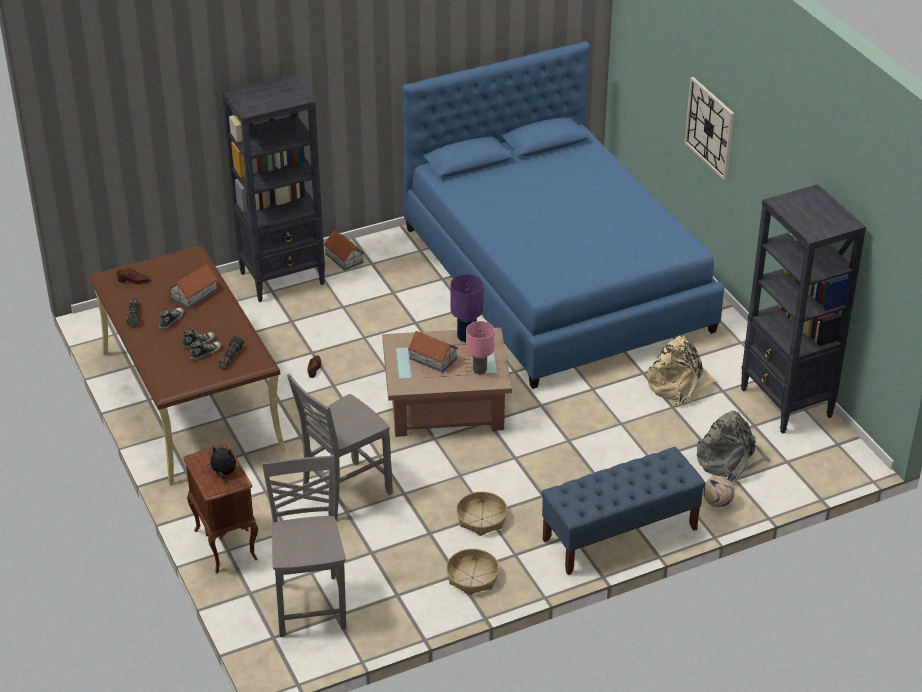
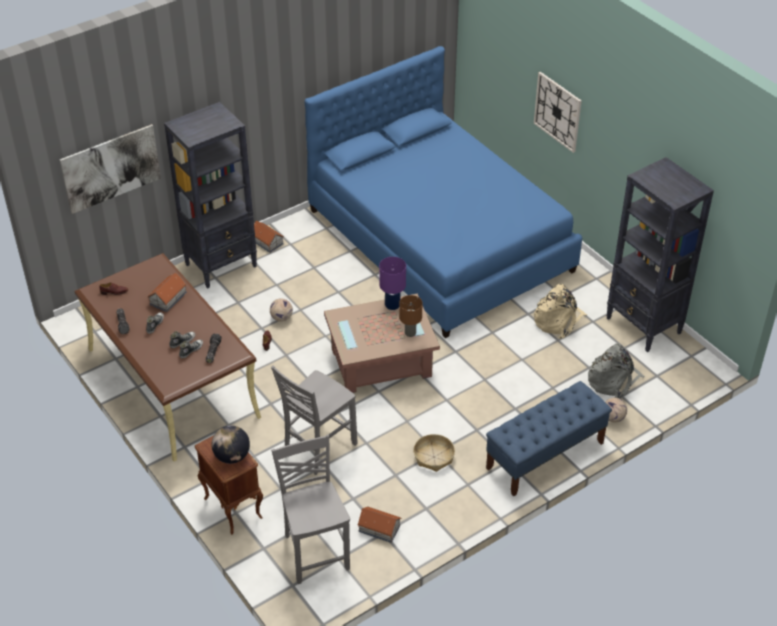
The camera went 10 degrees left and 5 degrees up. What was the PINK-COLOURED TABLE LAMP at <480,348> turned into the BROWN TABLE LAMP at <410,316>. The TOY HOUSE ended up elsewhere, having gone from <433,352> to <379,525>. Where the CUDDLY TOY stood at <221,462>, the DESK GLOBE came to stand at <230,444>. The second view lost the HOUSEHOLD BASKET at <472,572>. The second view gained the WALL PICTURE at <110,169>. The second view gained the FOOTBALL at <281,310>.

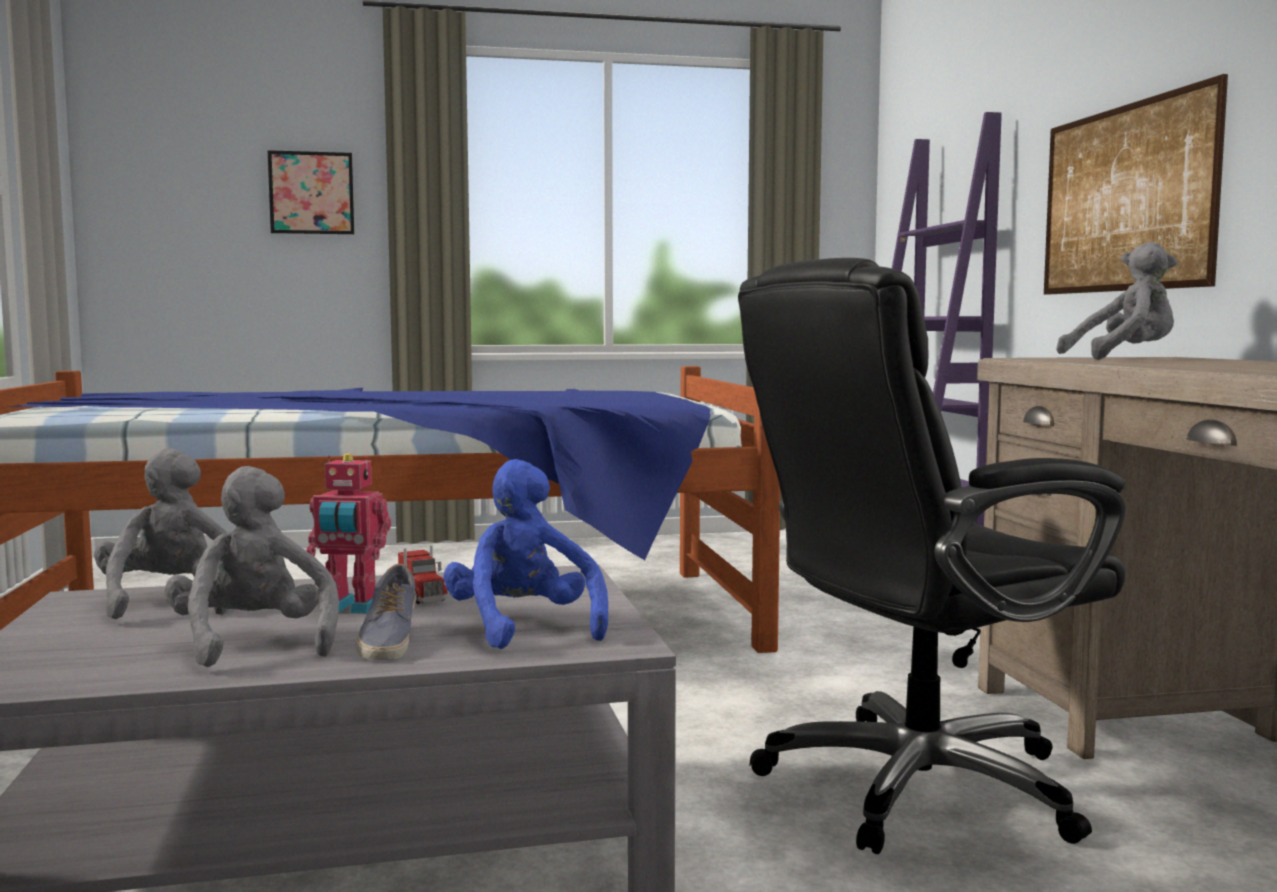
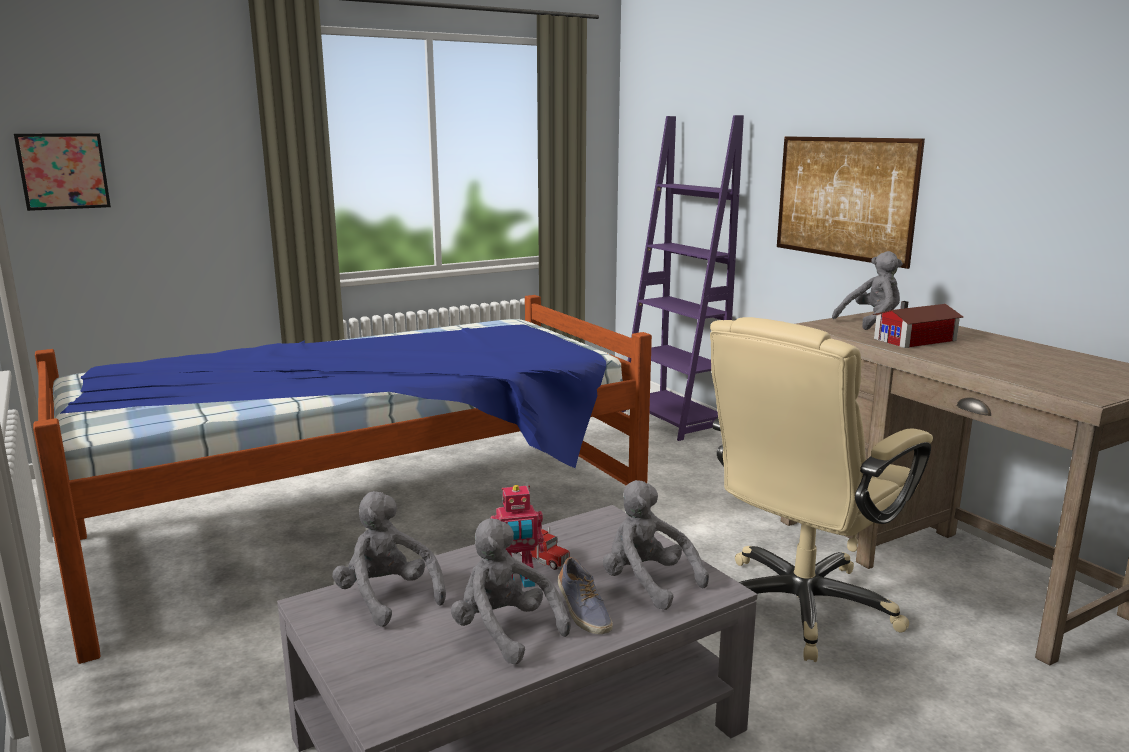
The camera went 20 degrees left and 10 degrees up. The WALL PICTURE ended up elsewhere, having gone from <311,192> to <62,172>. What was the BLACKISH OFFICE CHAIR at <931,556> turned into the BEIGE-COLOURED OFFICE CHAIR at <821,489>. What was the BLUE CUDDLY TOY at <525,554> turned into the GREYISH CUDDLY TOY at <656,545>. The second view gained the TOY HOUSE at <918,324>.

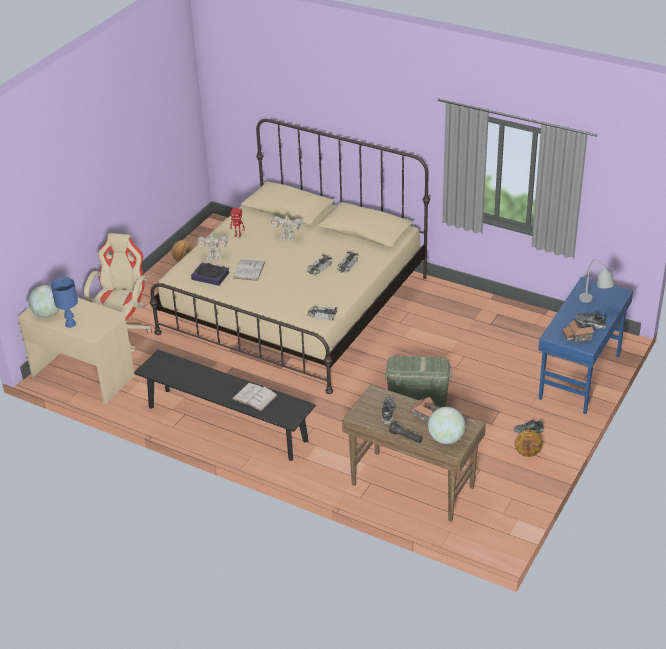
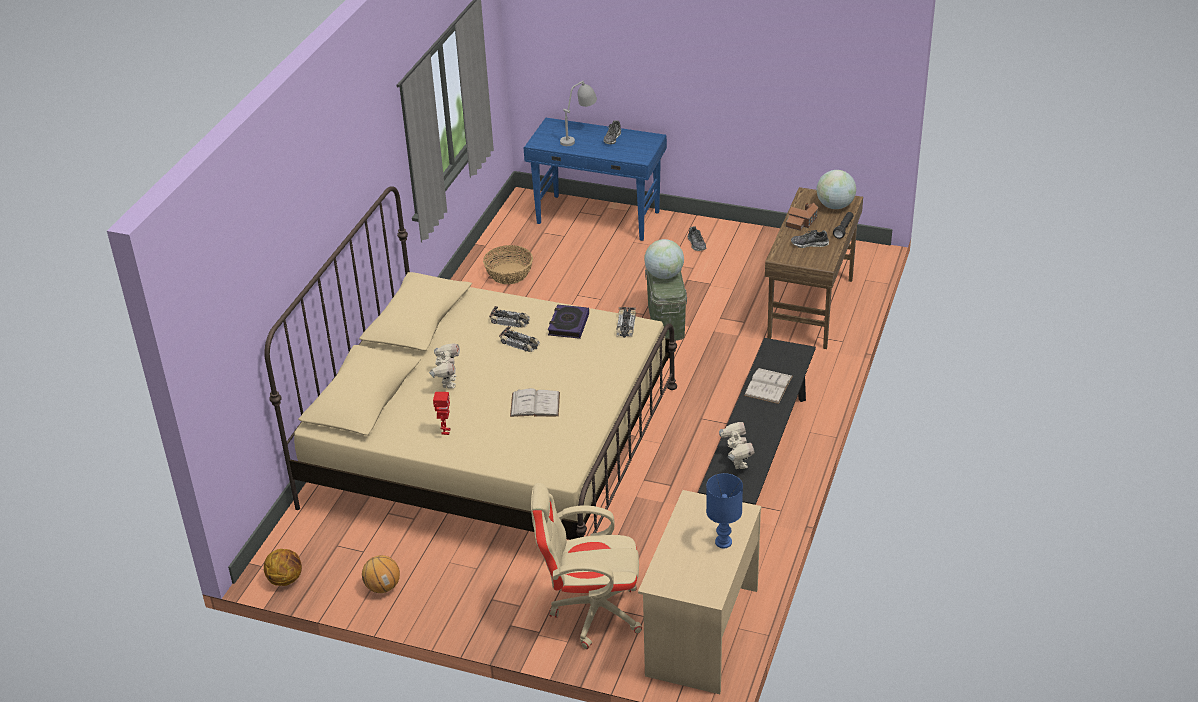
The camera went 100 degrees left and 0 degrees up. The TOY ROBOT ended up elsewhere, having gone from <212,247> to <737,445>. The BOOK ended up elsewhere, having gone from <210,274> to <568,322>. The DESK GLOBE ended up elsewhere, having gone from <44,301> to <664,259>. The second view lost the TOY HOUSE at <578,331>. The BALL FOR BASKETBALL ended up elsewhere, having gone from <529,443> to <283,567>. The second view gained the HOUSEHOLD BASKET at <508,264>.

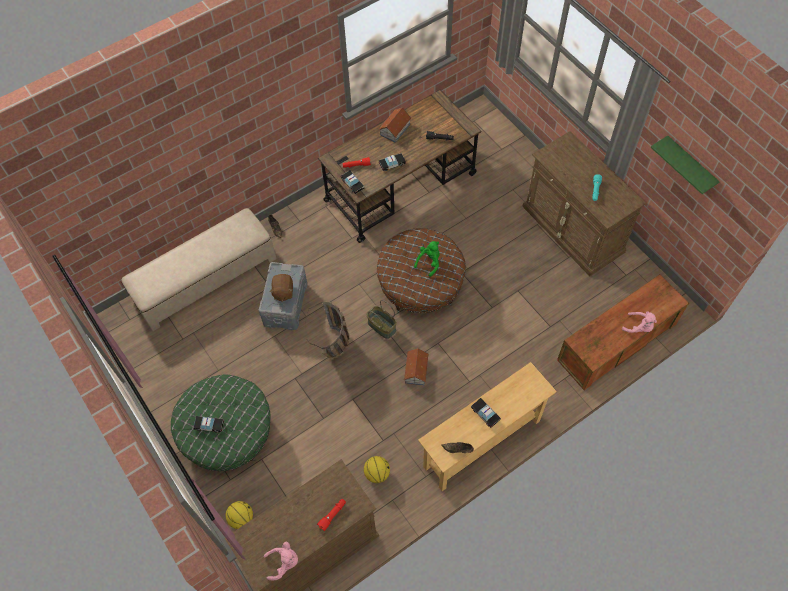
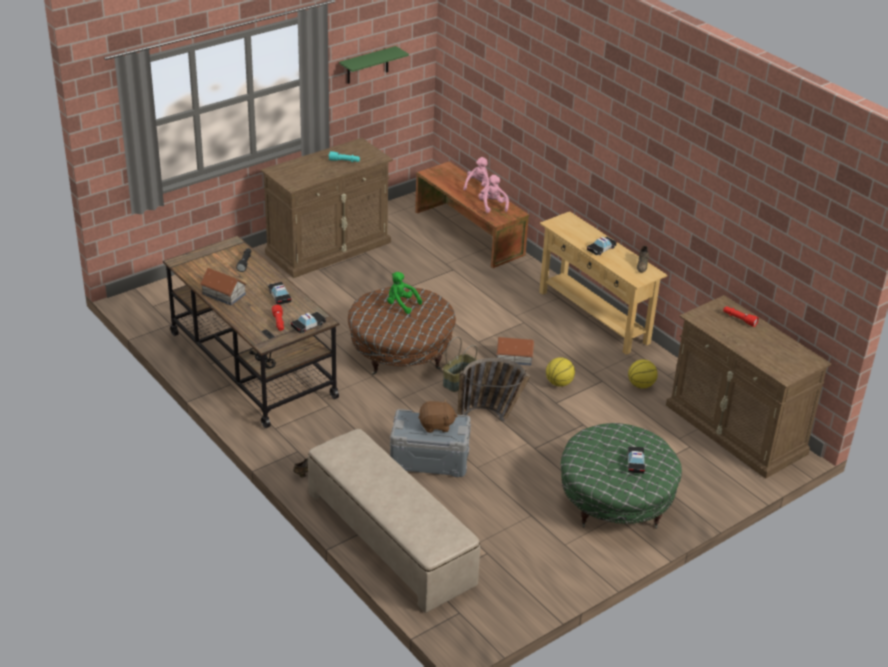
The camera went 95 degrees left and 25 degrees down. The BALL FOR BASKETBALL ended up elsewhere, having gone from <239,515> to <560,372>. The PINK-COLOURED CUDDLY TOY ended up elsewhere, having gone from <281,561> to <493,194>.

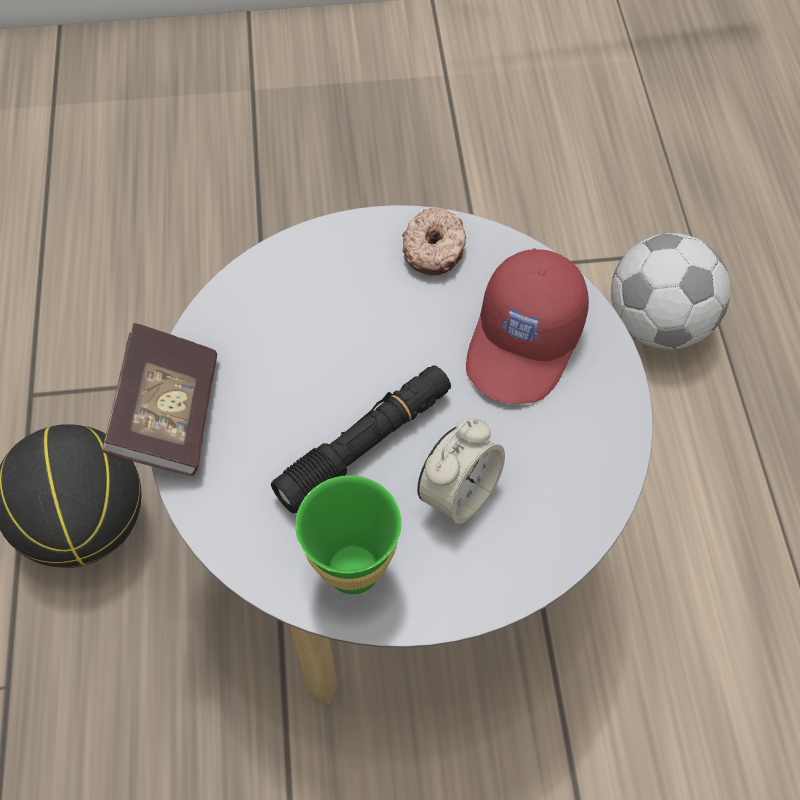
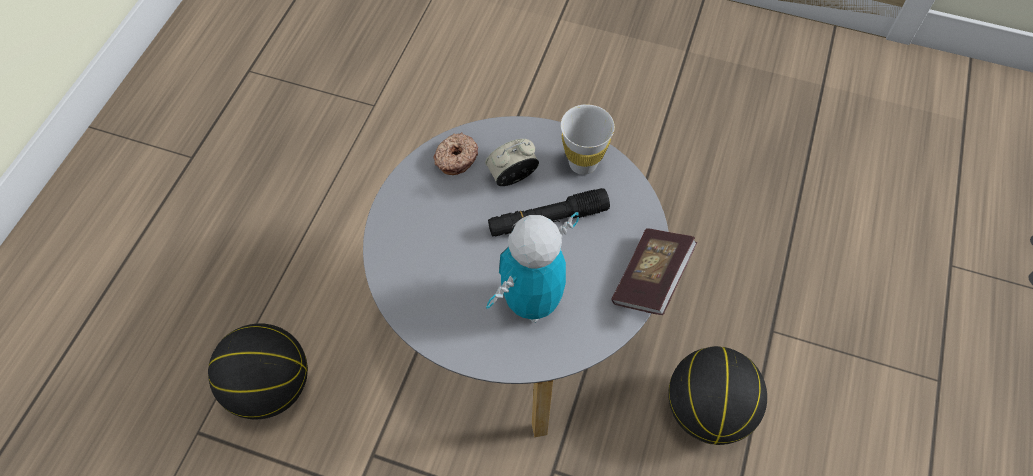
The camera went 155 degrees left and 0 degrees up. The DONUT ended up elsewhere, having gone from <434,241> to <455,153>. Where the FOOTBALL stood at <670,291>, the BALL FOR BASKETBALL came to stand at <258,371>. The second view lost the RED PEAKED CAP at <527,326>. What was the GREEN-COLOURED DRINKING CUP at <348,534> turned into the WHITE DRINKING CUP at <588,139>. The second view gained the TOY ROBOT at <532,267>.

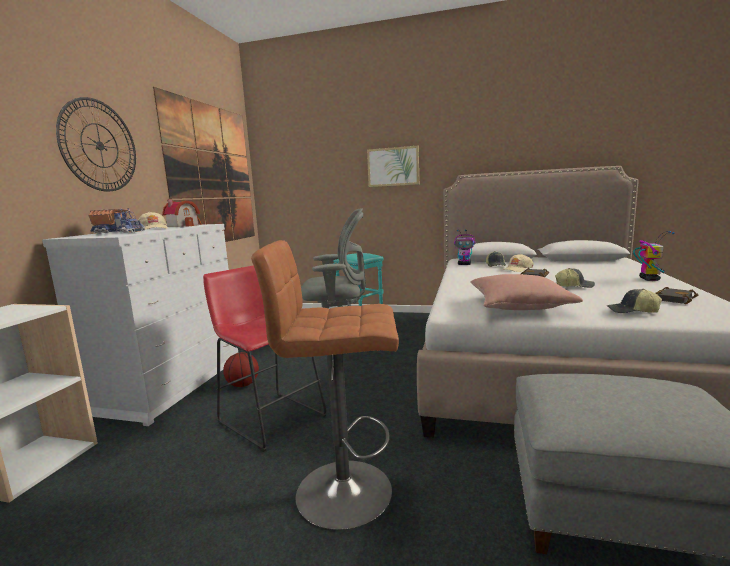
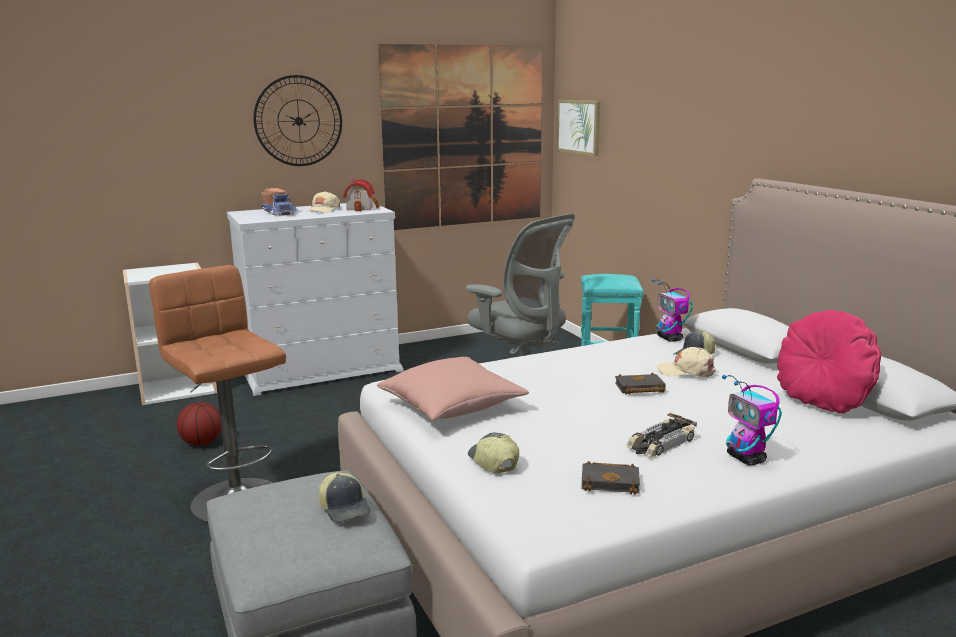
The camera went 50 degrees right and 5 degrees up. The WALL PICTURE ended up elsewhere, having gone from <393,166> to <578,128>. The TOY ROBOT at <654,256> ended up facing another way, 90 degrees clockwise from before. The second view lost the RED STOOL SEAT at <264,358>. The PEAKED CAP ended up elsewhere, having gone from <575,278> to <344,497>. The BALL FOR BASKETBALL ended up elsewhere, having gone from <241,369> to <199,424>. The second view gained the PINK-COLOURED PILLOW at <829,362>. The second view gained the MINIATURE CAR at <661,435>.

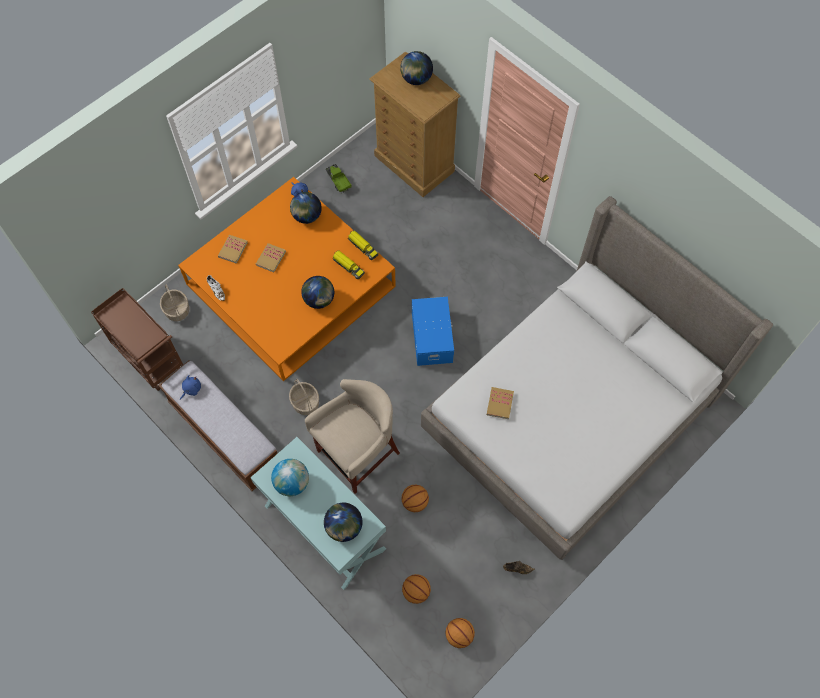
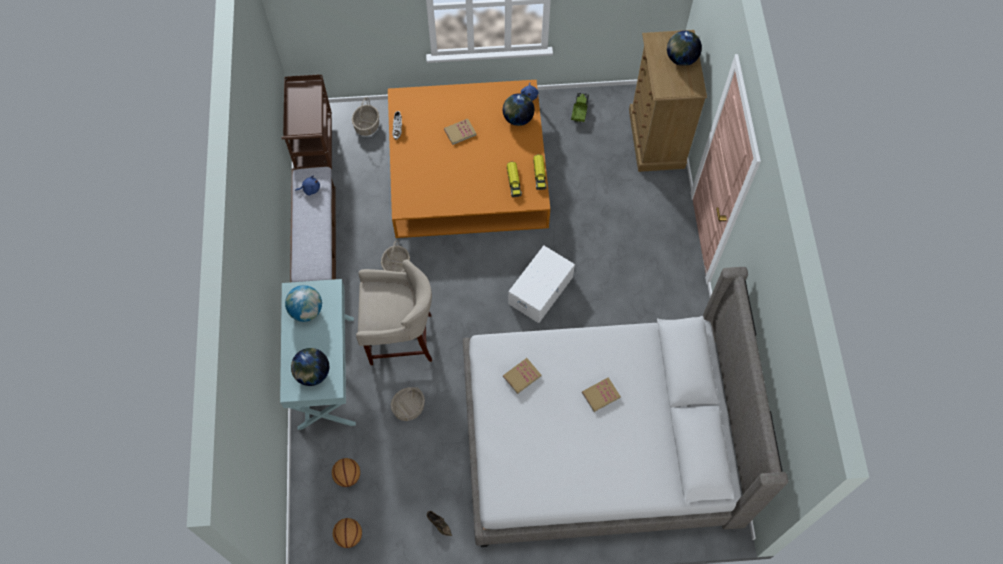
The camera went 40 degrees right and 0 degrees up. The BOOK ended up elsewhere, having gone from <233,249> to <601,395>. The second view lost the DESK GLOBE at <317,292>. What was the BLUE STORAGE CONTAINER at <433,331> turned into the WHITE STORAGE CONTAINER at <541,284>. Where the BALL FOR BASKETBALL stood at <415,498>, the HOUSEHOLD BASKET came to stand at <408,404>.

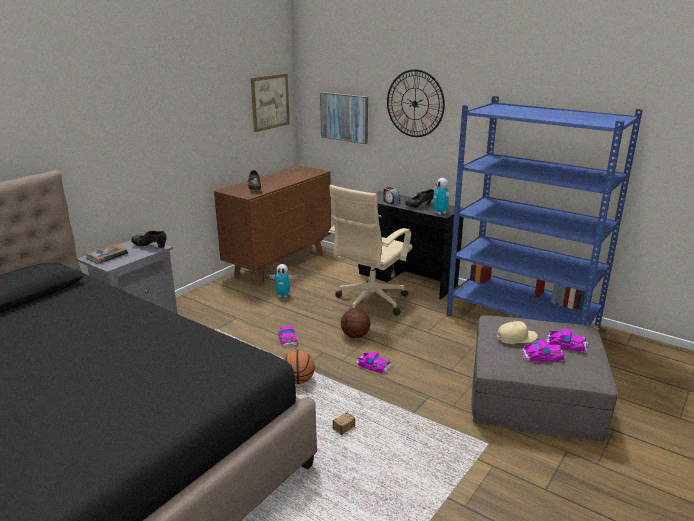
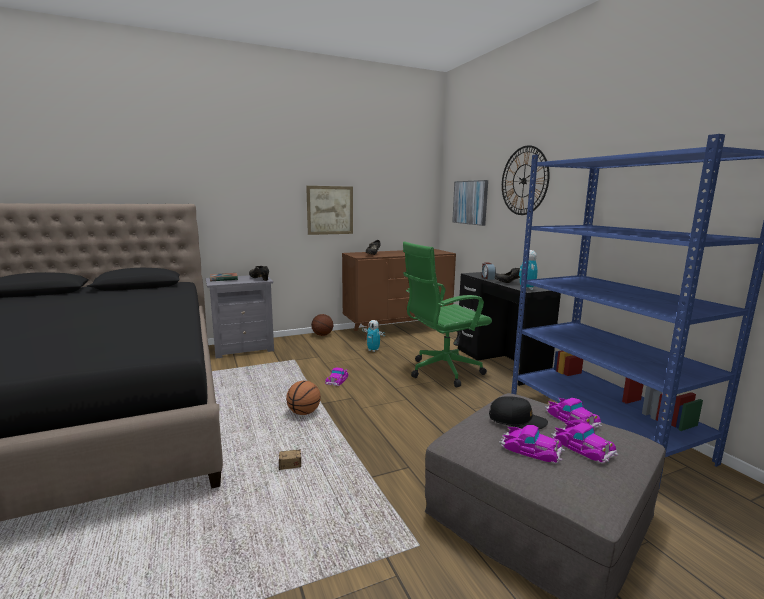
The camera went 30 degrees right and 10 degrees down. The WALL PICTURE ended up elsewhere, having gone from <270,102> to <329,210>. What was the BEIGE-COLOURED OFFICE CHAIR at <370,250> turned into the GREEN-COLOURED OFFICE CHAIR at <447,314>. The BALL FOR BASKETBALL ended up elsewhere, having gone from <355,323> to <322,325>. What was the BEIGE-COLOURED PEAKED CAP at <517,332> turned into the BLACKISH PEAKED CAP at <518,412>. The MINIATURE CAR ended up elsewhere, having gone from <374,362> to <573,413>.

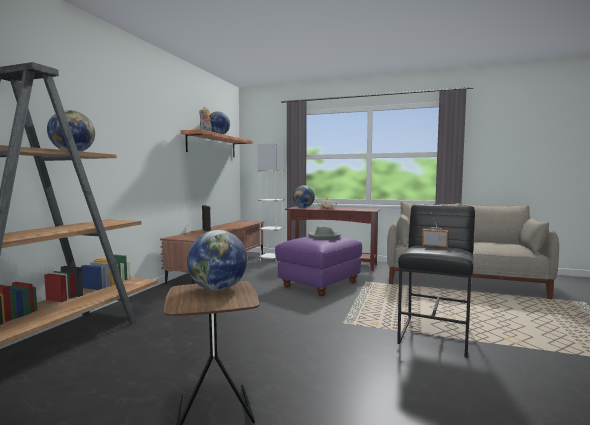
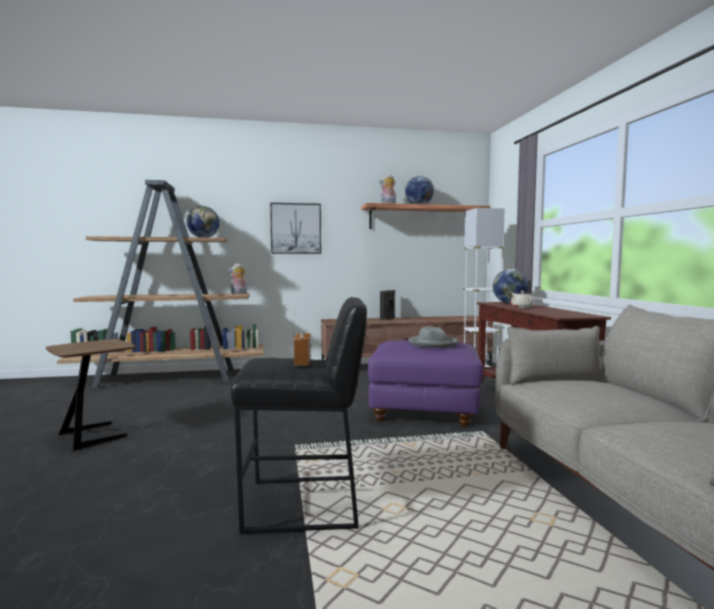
The camera went 60 degrees right and 0 degrees up. The second view lost the DESK GLOBE at <217,260>. The second view gained the WALL PICTURE at <295,228>. The second view gained the CUDDLY TOY at <237,278>.

